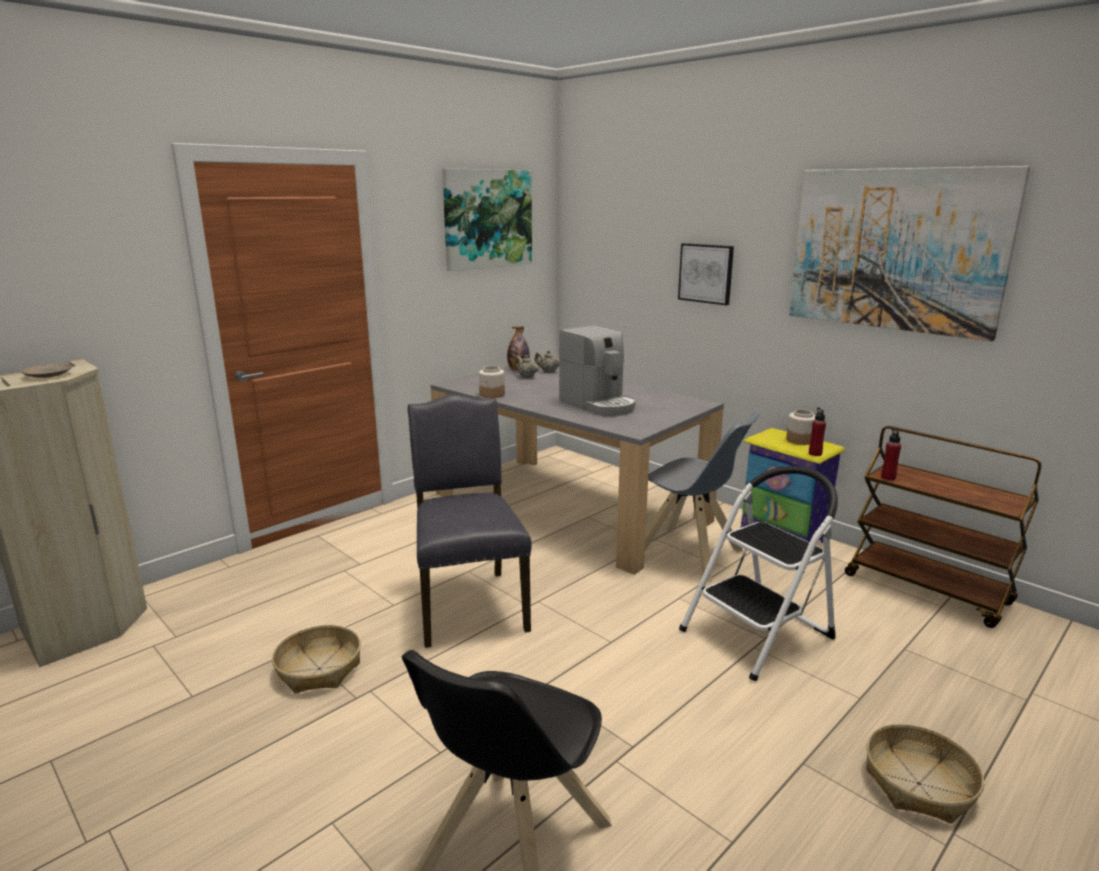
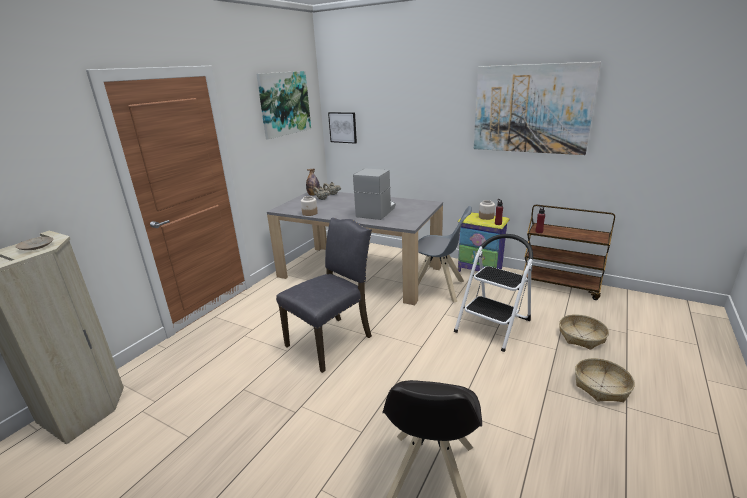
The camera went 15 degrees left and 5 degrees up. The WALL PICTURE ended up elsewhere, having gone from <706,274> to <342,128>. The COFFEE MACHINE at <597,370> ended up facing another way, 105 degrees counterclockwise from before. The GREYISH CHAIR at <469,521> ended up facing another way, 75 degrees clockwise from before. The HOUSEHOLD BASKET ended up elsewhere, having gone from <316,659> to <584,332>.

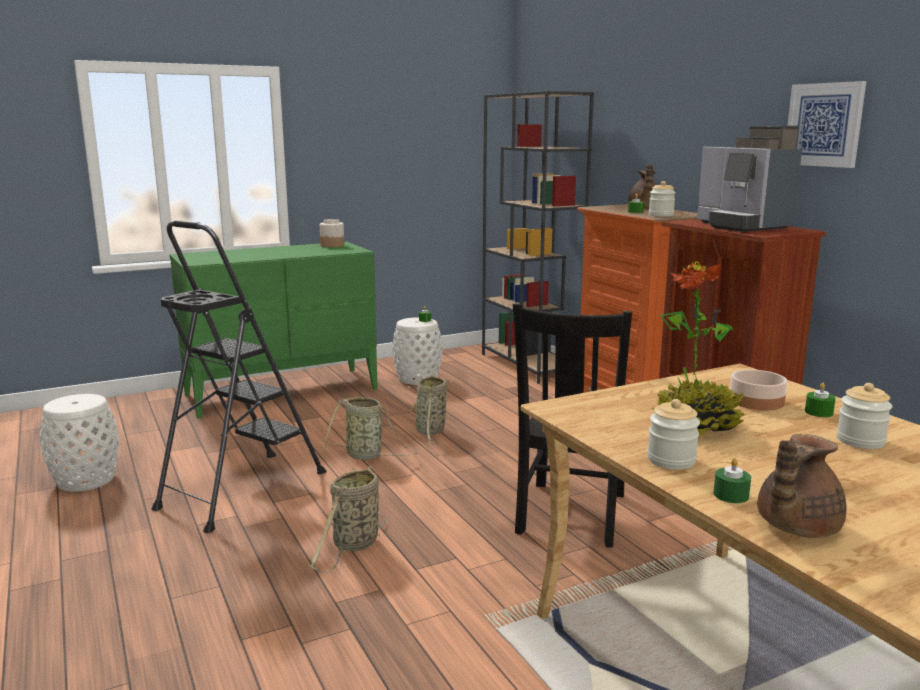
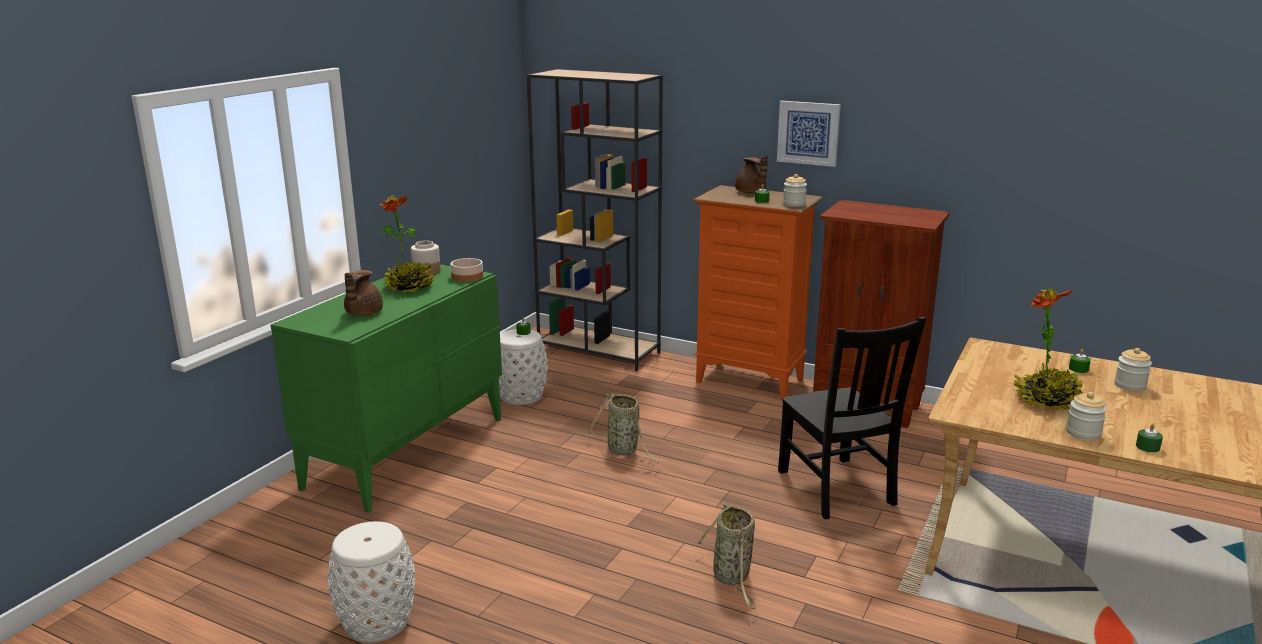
The camera went 35 degrees left and 5 degrees up. The WALL PICTURE ended up elsewhere, having gone from <827,124> to <809,134>. The second view lost the COFFEE MACHINE at <749,179>. The second view lost the STEP LADDER at <239,376>. The DEEP DISH ended up elsewhere, having gone from <758,390> to <466,270>. The second view lost the HOUSEHOLD BASKET at <370,428>. The BROWN TEA POT ended up elsewhere, having gone from <802,486> to <363,293>. The second view gained the POTTED PLANT at <407,244>.

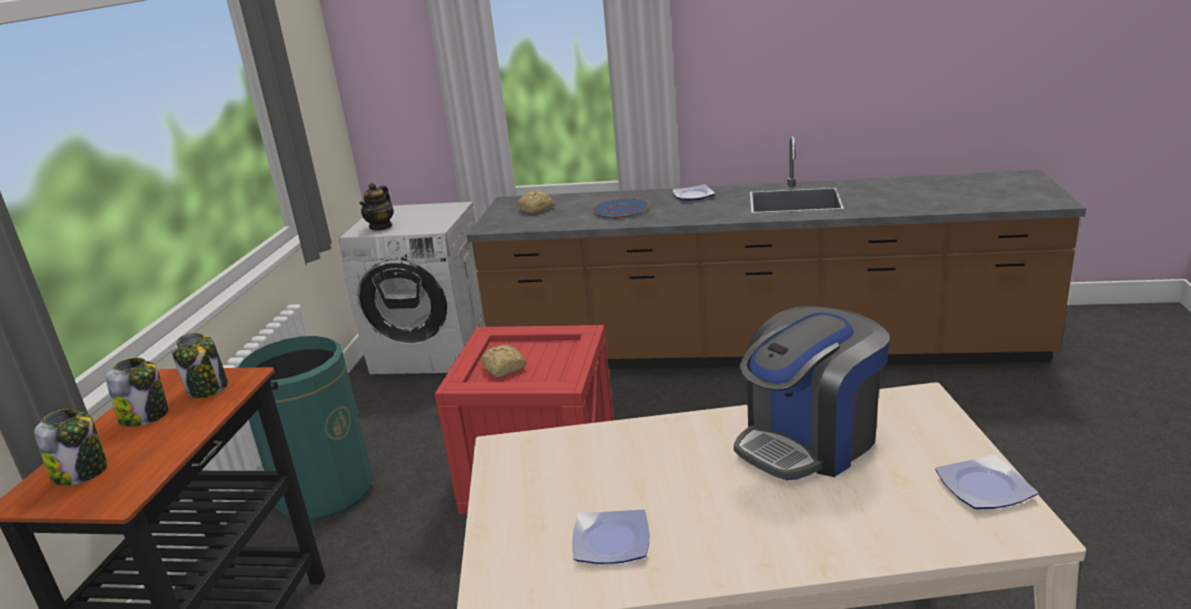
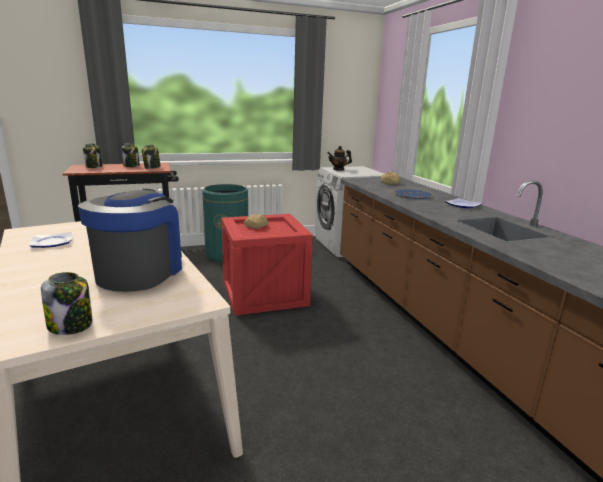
The camera went 60 degrees right and 5 degrees down. The COFFEE MACHINE at <812,393> ended up facing another way, 75 degrees clockwise from before. Where the DINNER PLATE stood at <986,482>, the PRESERVE JAR came to stand at <67,303>.

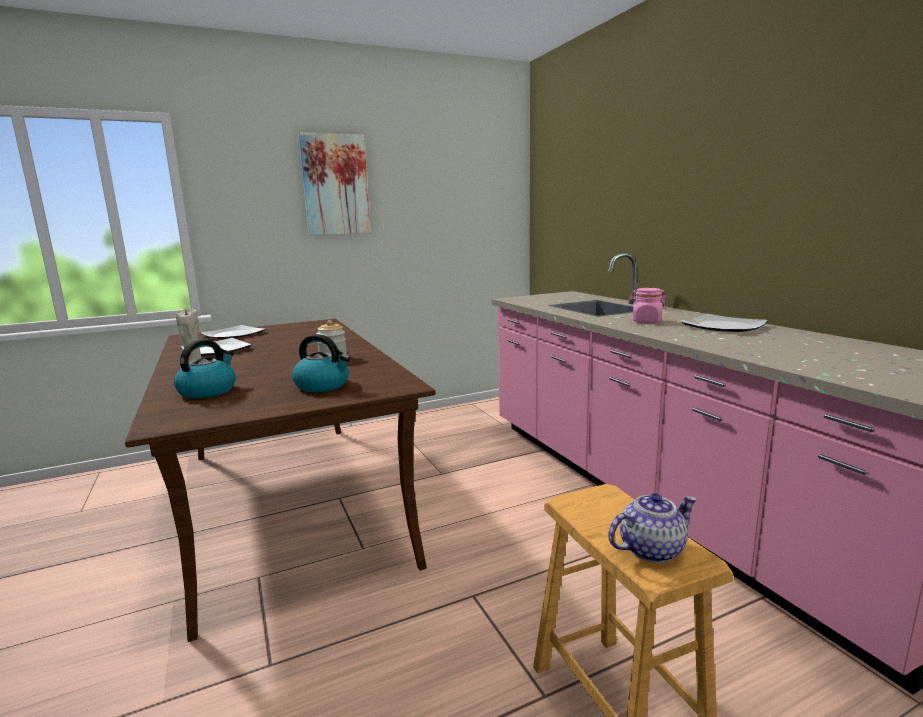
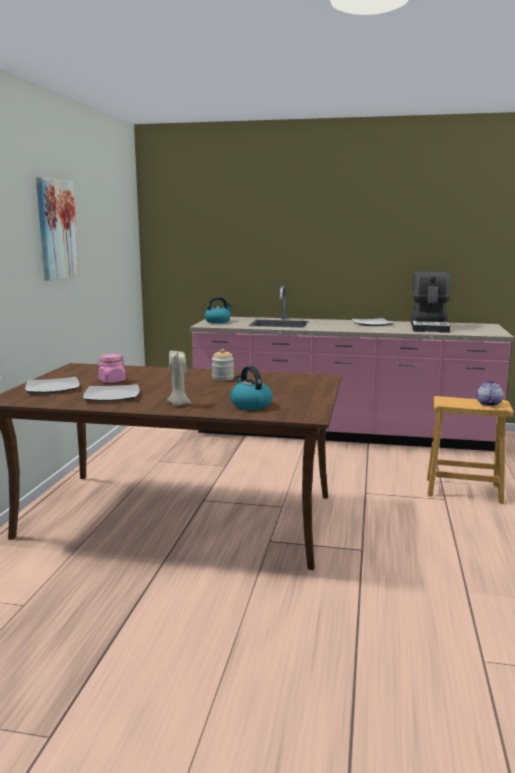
The camera went 55 degrees left and 0 degrees up. The PINK-COLOURED PRESERVE JAR ended up elsewhere, having gone from <648,305> to <111,368>. The WATER KETTLE ended up elsewhere, having gone from <321,363> to <219,310>. The second view gained the COFFEE MACHINE at <431,302>.

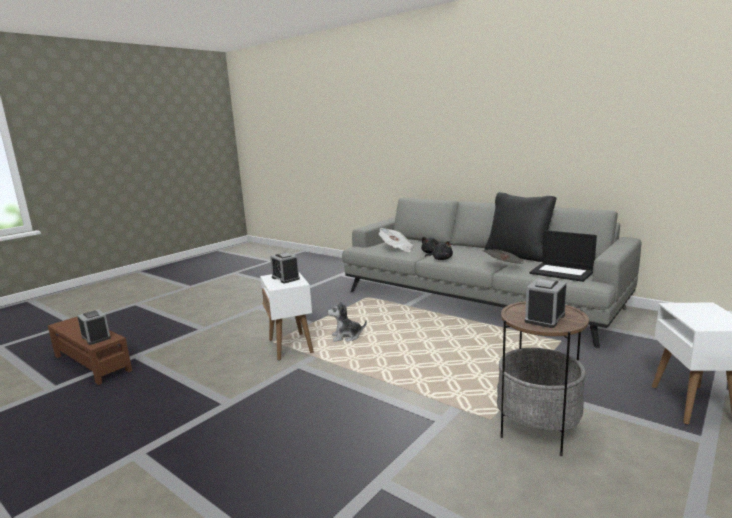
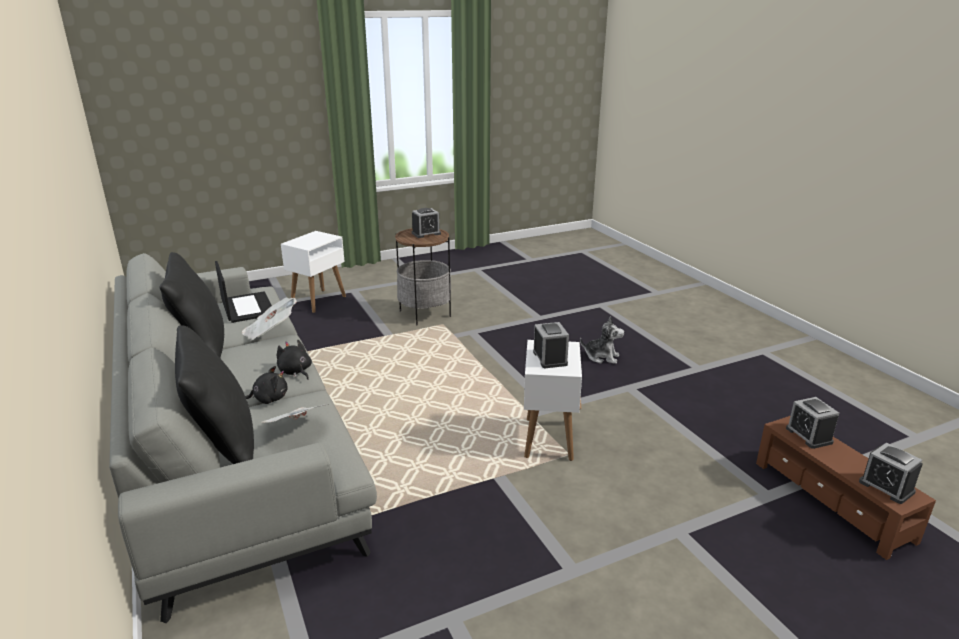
The camera went 155 degrees left and 10 degrees up. The CUDDLY TOY ended up elsewhere, having gone from <347,321> to <602,340>. The second view gained the BLACKISH PILLOW at <214,394>. The second view gained the TABLE CLOCK at <891,473>.

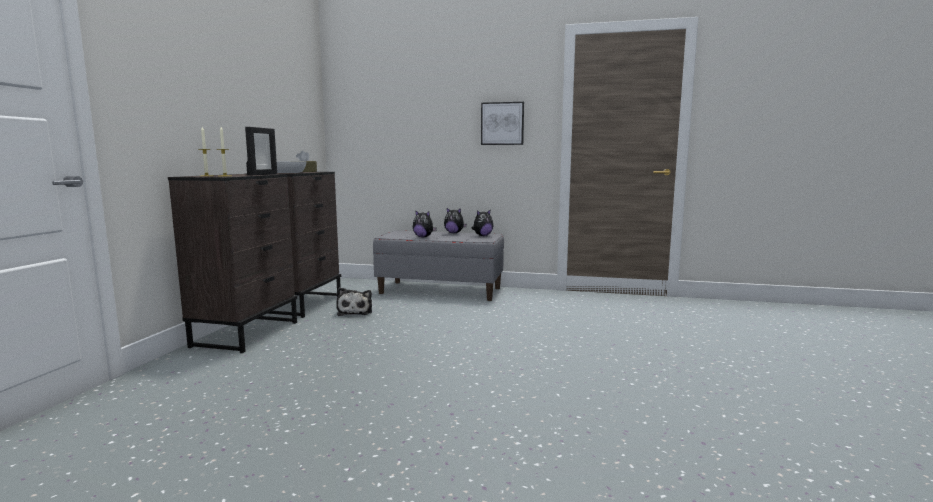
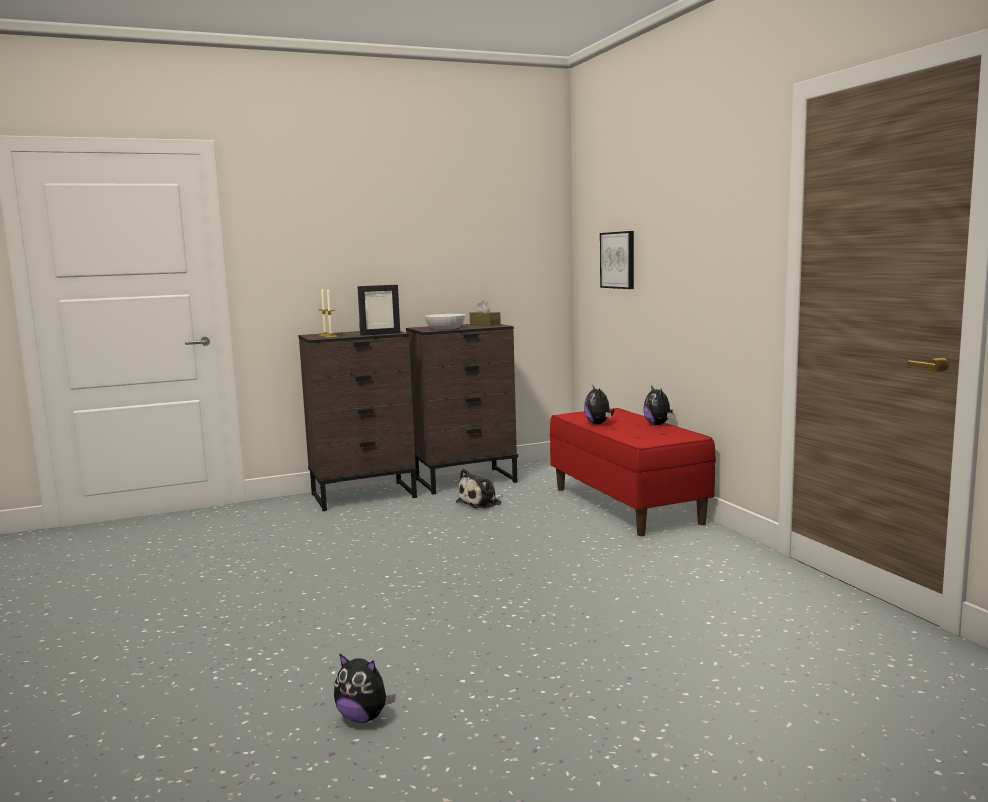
The camera went 55 degrees right and 0 degrees up. The WALL PICTURE ended up elsewhere, having gone from <502,123> to <617,260>. The CUDDLY TOY ended up elsewhere, having gone from <482,222> to <365,688>. What was the GREYISH BENCH at <438,265> turned into the RED BENCH at <633,472>.

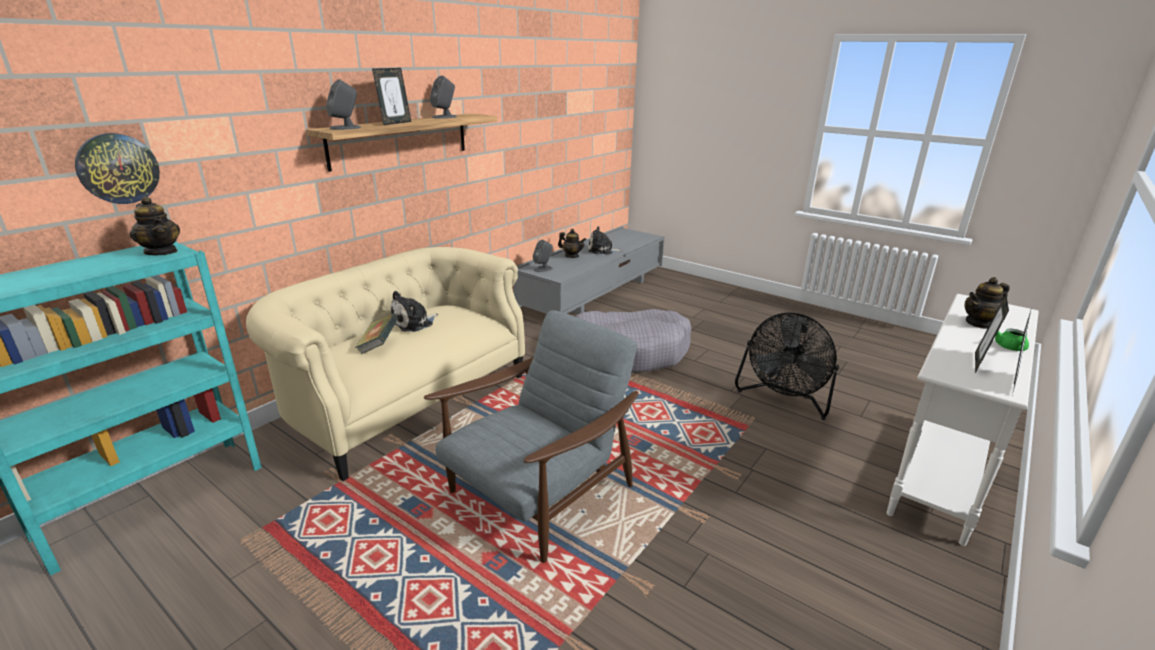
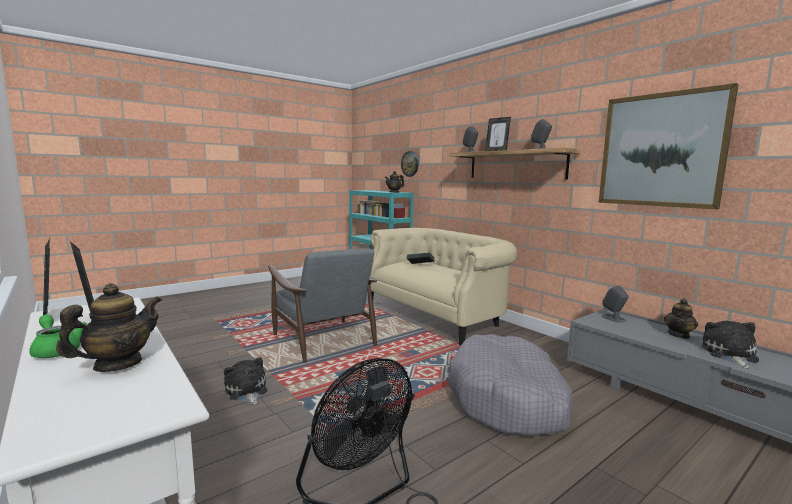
The camera went 105 degrees right and 15 degrees down. The TEA POT at <987,303> ended up facing another way, 45 degrees clockwise from before. The CUDDLY TOY ended up elsewhere, having gone from <414,311> to <245,380>. The second view gained the WALL PICTURE at <668,146>.

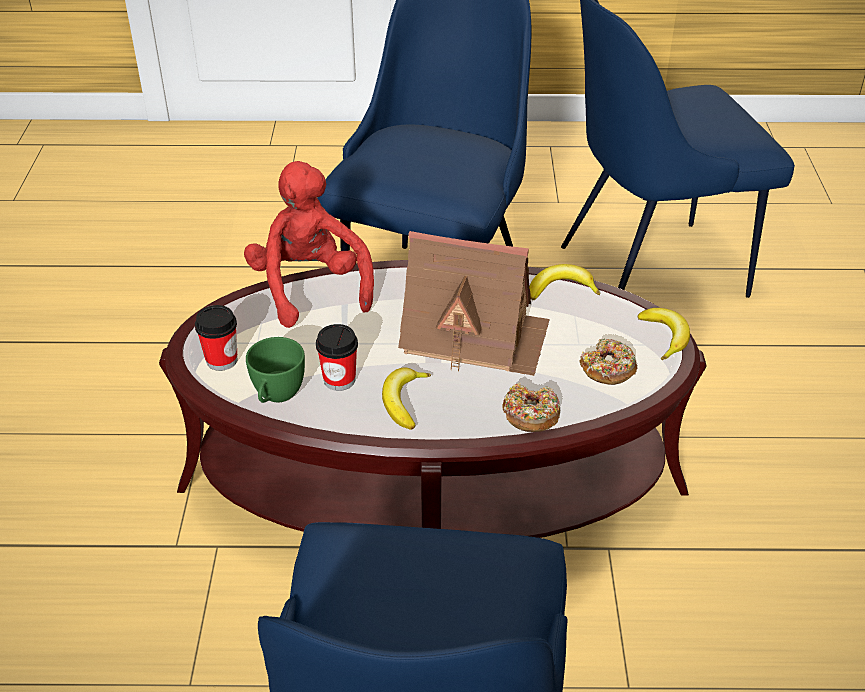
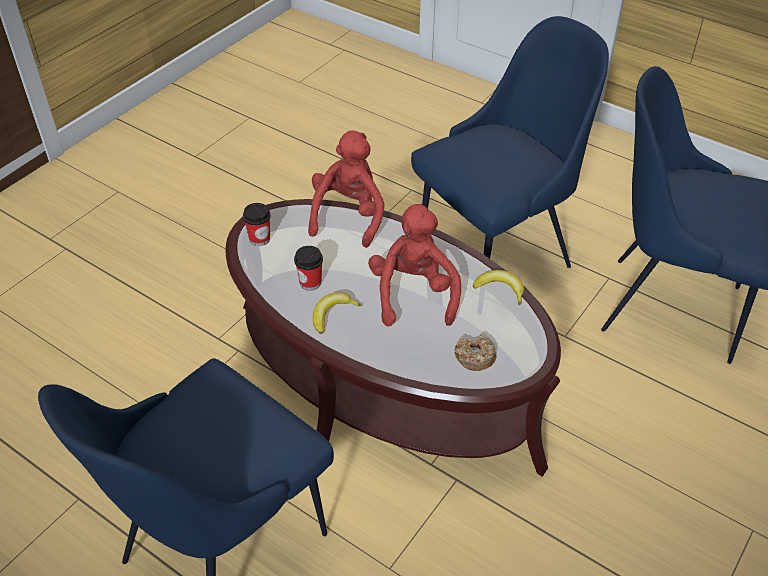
The camera went 35 degrees right and 5 degrees up. Where the TOY HOUSE stood at <473,303>, the RED CUDDLY TOY came to stand at <414,265>. The second view lost the BANANA FRUIT at <664,334>. The second view lost the GREEN-COLOURED DRINKING CUP at <275,370>. The second view lost the DONUT at <531,407>.

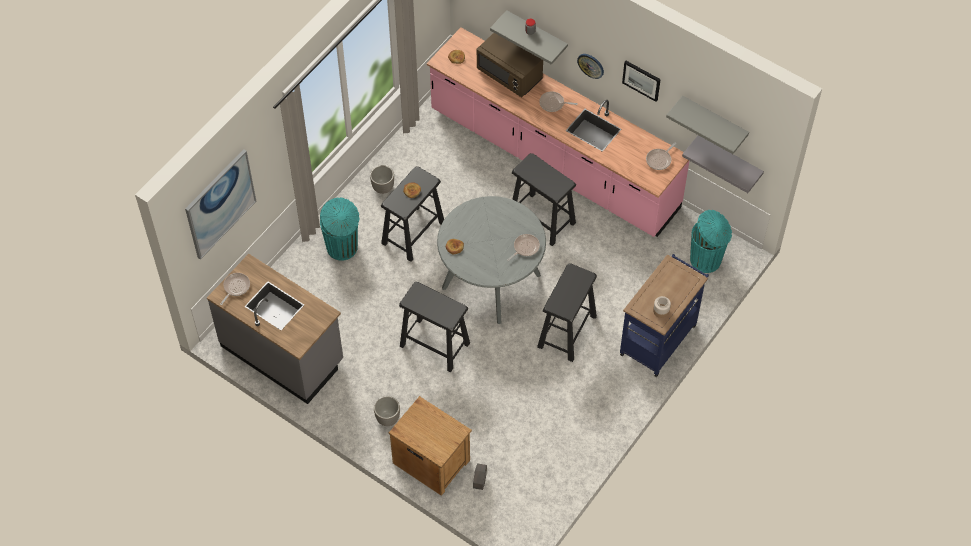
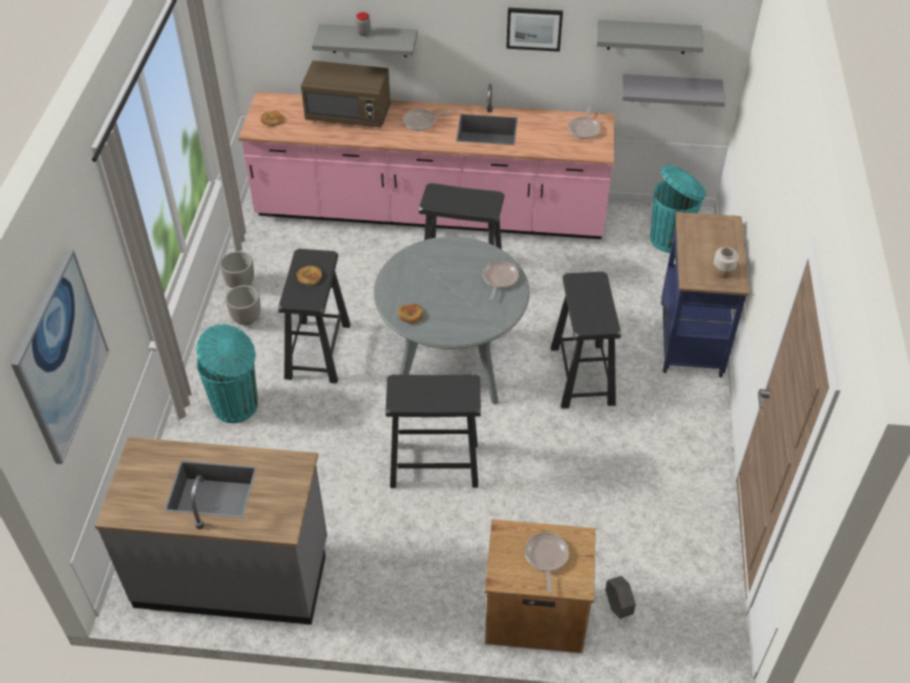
The camera went 30 degrees left and 10 degrees down. The second view lost the WALL CLOCK at <590,66>. The SKILLET ended up elsewhere, having gone from <235,289> to <547,562>. The PLANT POT ended up elsewhere, having gone from <387,411> to <237,269>.

